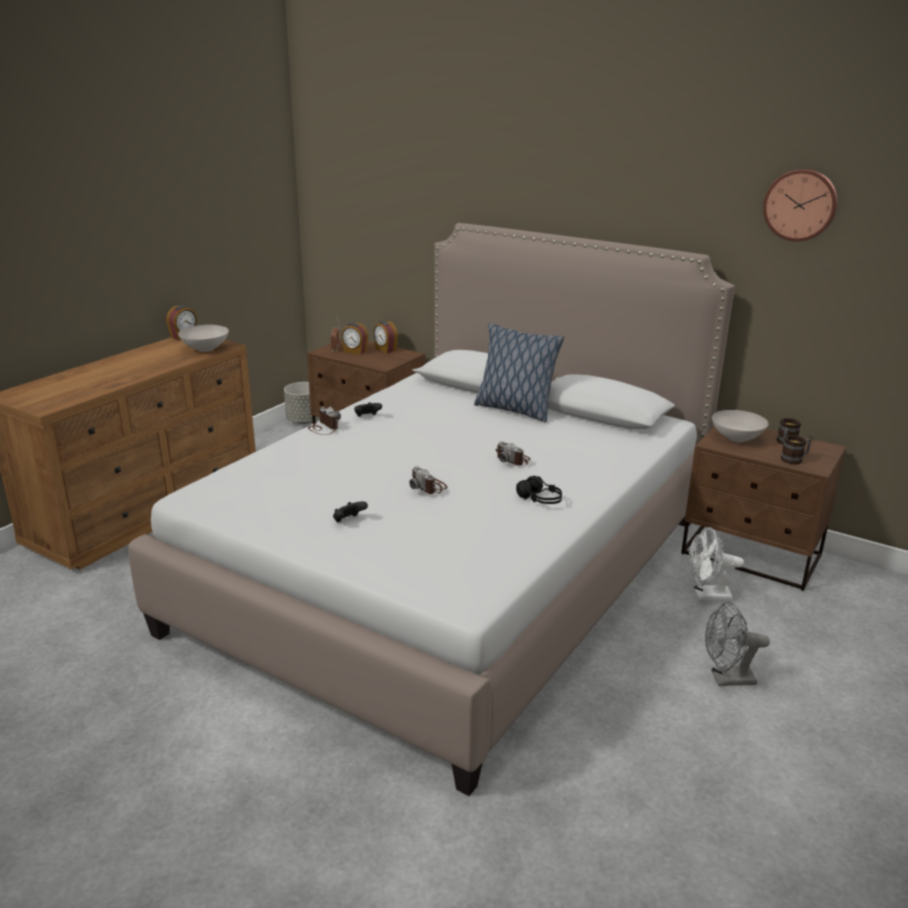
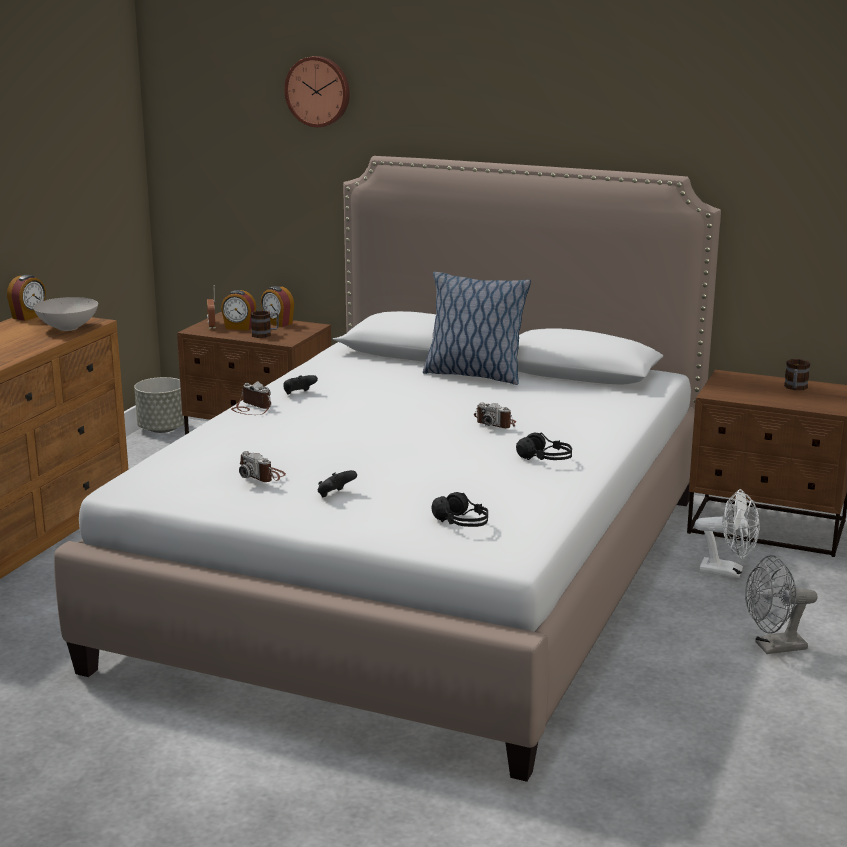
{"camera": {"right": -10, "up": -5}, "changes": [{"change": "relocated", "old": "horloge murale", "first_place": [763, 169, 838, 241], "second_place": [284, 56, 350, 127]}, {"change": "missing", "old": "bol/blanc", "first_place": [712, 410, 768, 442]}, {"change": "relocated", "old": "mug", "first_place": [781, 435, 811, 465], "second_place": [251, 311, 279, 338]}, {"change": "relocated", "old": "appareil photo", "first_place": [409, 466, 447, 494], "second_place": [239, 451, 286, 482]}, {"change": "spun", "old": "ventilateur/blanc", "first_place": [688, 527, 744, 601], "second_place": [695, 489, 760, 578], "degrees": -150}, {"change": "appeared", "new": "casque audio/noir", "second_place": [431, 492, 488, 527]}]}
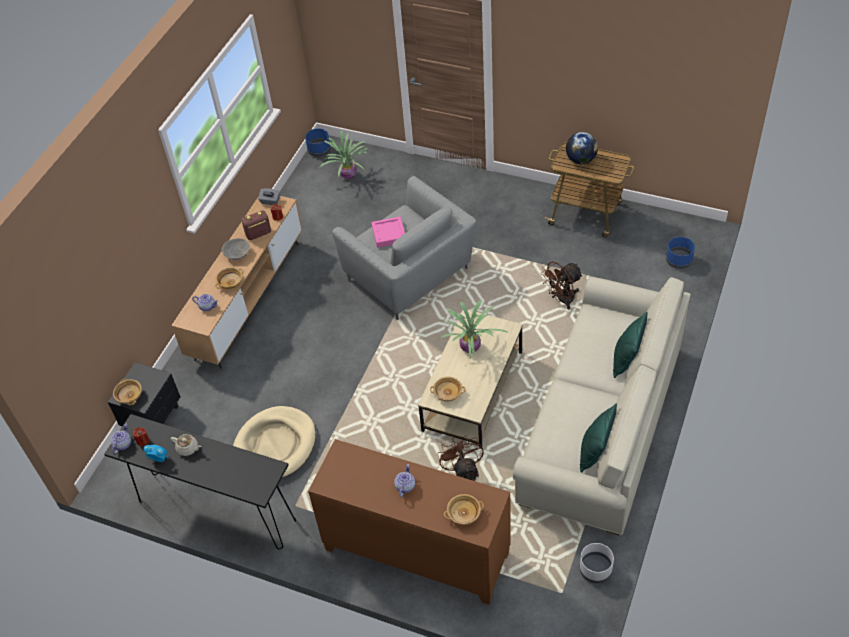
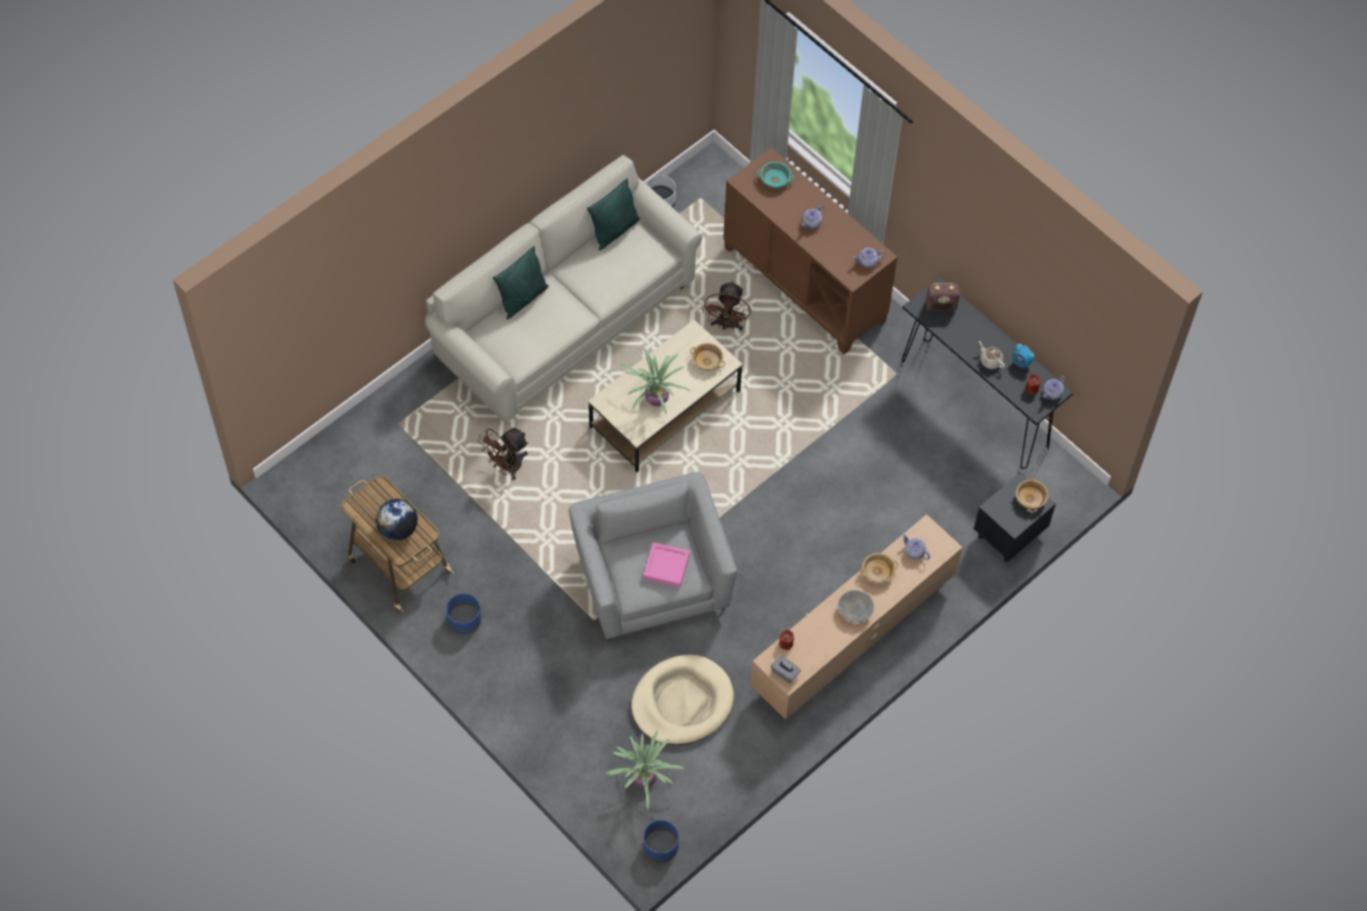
{"camera": {"right": -160, "up": 10}, "changes": [{"change": "relocated", "old": "radio", "first_place": [242, 210, 271, 240], "second_place": [926, 283, 960, 310]}, {"change": "relocated", "old": "cache-pot/bleu", "first_place": [666, 237, 695, 269], "second_place": [446, 593, 481, 634]}, {"change": "spun", "old": "ventilateur/marron", "first_place": [541, 261, 583, 309], "second_place": [478, 428, 529, 480], "degrees": 150}, {"change": "relocated", "old": "panier pour chien/beige", "first_place": [233, 406, 316, 478], "second_place": [631, 655, 734, 745]}, {"change": "colour", "old": "bol/beige", "new": "bol/turquoise", "first_place": [444, 494, 484, 525], "second_place": [757, 162, 795, 188]}, {"change": "appeared", "new": "théière", "second_place": [853, 248, 885, 268]}]}
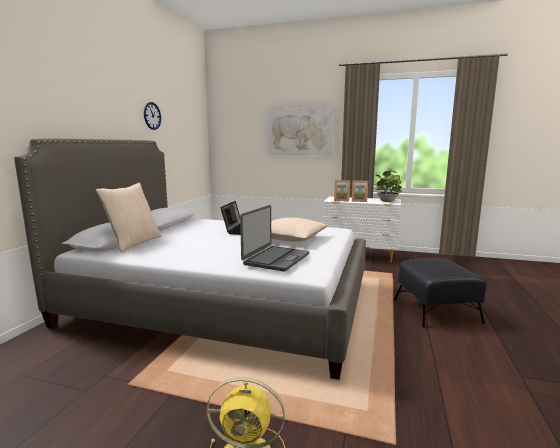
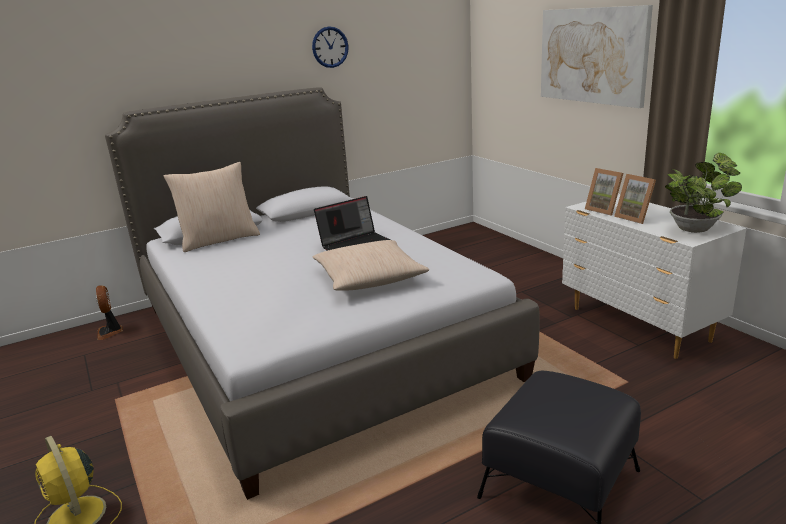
{"camera": {"right": 45, "up": 10}, "changes": [{"change": "missing", "old": "ordinateur portable", "first_place": [240, 205, 309, 272]}, {"change": "appeared", "new": "ventilateur", "second_place": [96, 285, 123, 340]}]}
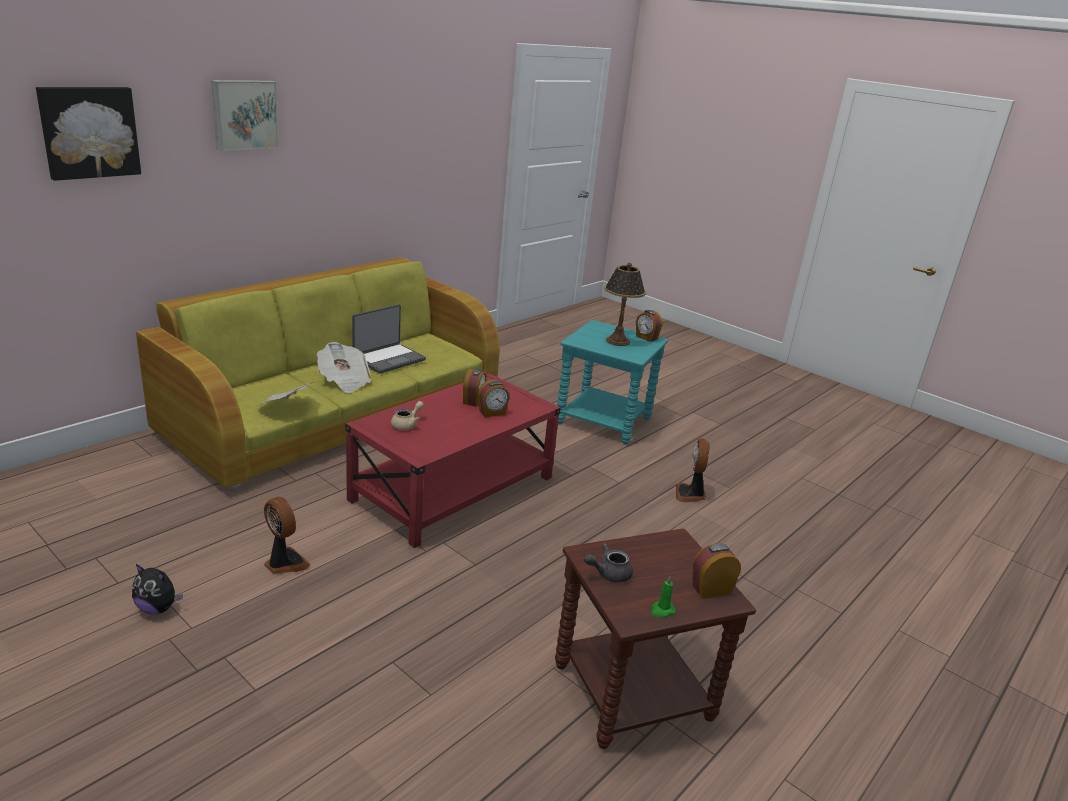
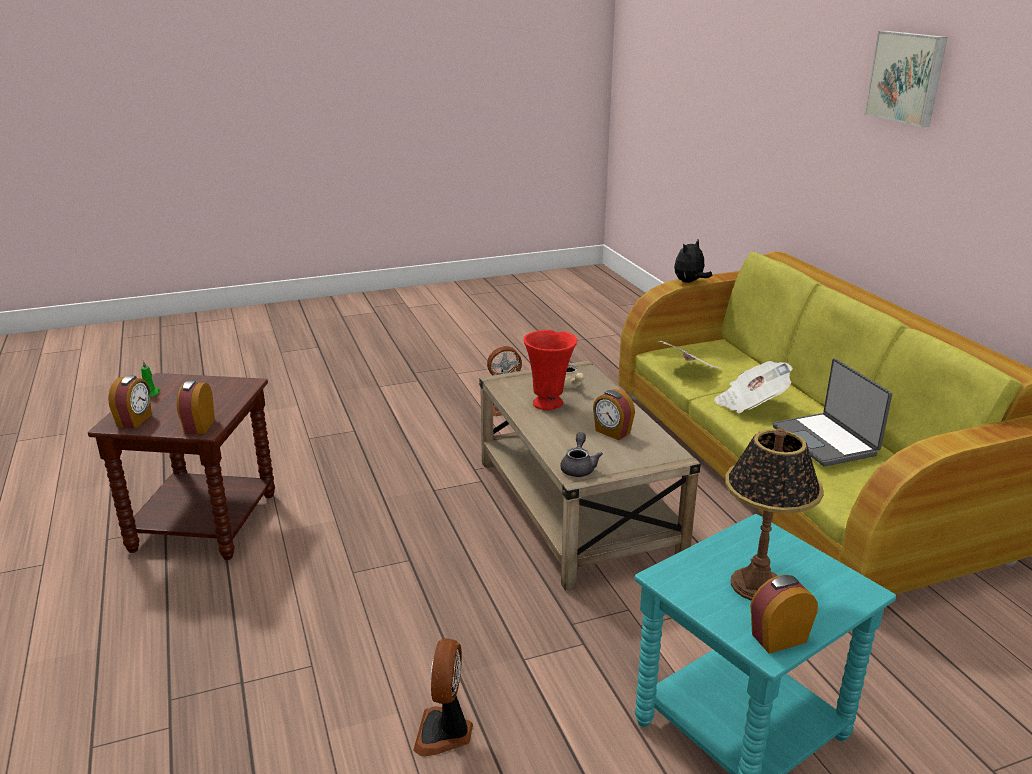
{"camera": {"right": 120, "up": 0}, "changes": [{"change": "missing", "old": "tableau", "first_place": [36, 87, 141, 181]}, {"change": "colour", "old": "table basse/rouge", "new": "table basse/beige", "first_place": [345, 373, 560, 548], "second_place": [479, 361, 701, 590]}, {"change": "relocated", "old": "réveil", "first_place": [478, 379, 510, 417], "second_place": [177, 380, 215, 434]}, {"change": "spun", "old": "ventilateur", "first_place": [676, 439, 710, 502], "second_place": [413, 638, 473, 757], "degrees": -120}, {"change": "relocated", "old": "théière/gris", "first_place": [584, 543, 633, 583], "second_place": [560, 432, 603, 477]}, {"change": "relocated", "old": "peluche", "first_place": [132, 564, 183, 614], "second_place": [674, 239, 712, 283]}, {"change": "appeared", "new": "vase/rouge", "second_place": [524, 330, 577, 410]}]}
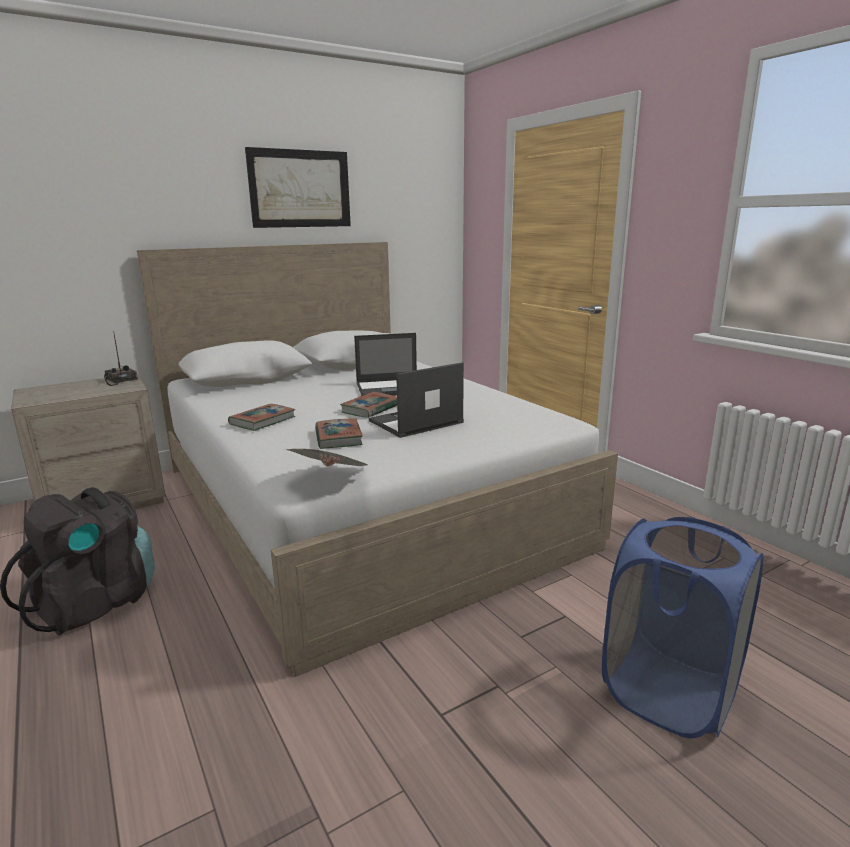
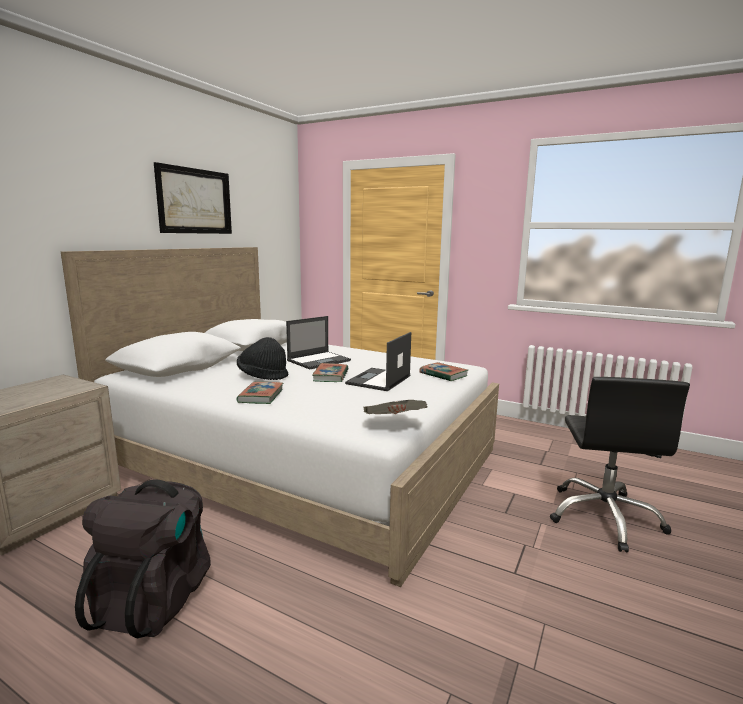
{"camera": {"right": -30, "up": -5}, "changes": [{"change": "missing", "old": "radio", "first_place": [104, 331, 138, 386]}, {"change": "relocated", "old": "livre", "first_place": [315, 418, 363, 449], "second_place": [419, 362, 468, 381]}, {"change": "exchanged", "old": "panier à linge/bleu", "new": "chaise de bureau/noir", "first_place": [602, 517, 764, 739], "second_place": [550, 377, 690, 552]}, {"change": "appeared", "new": "chapeau/noir", "second_place": [237, 337, 288, 380]}]}
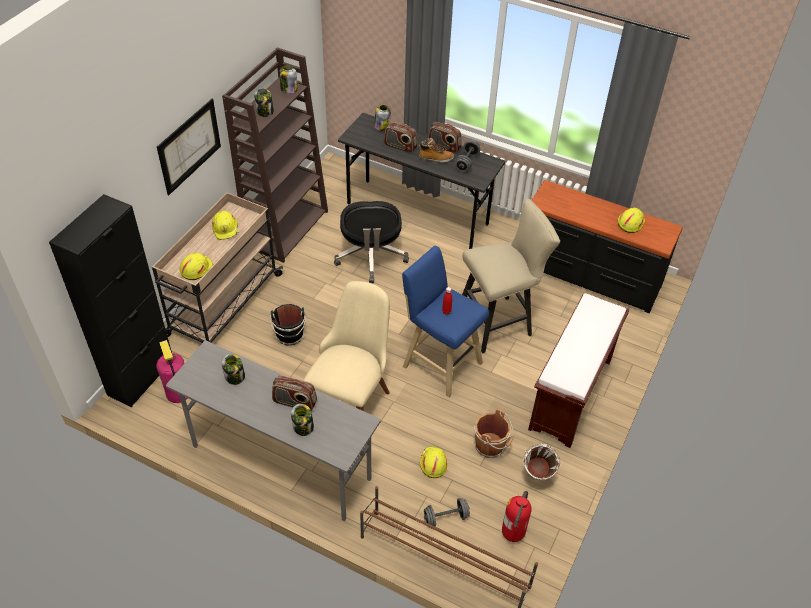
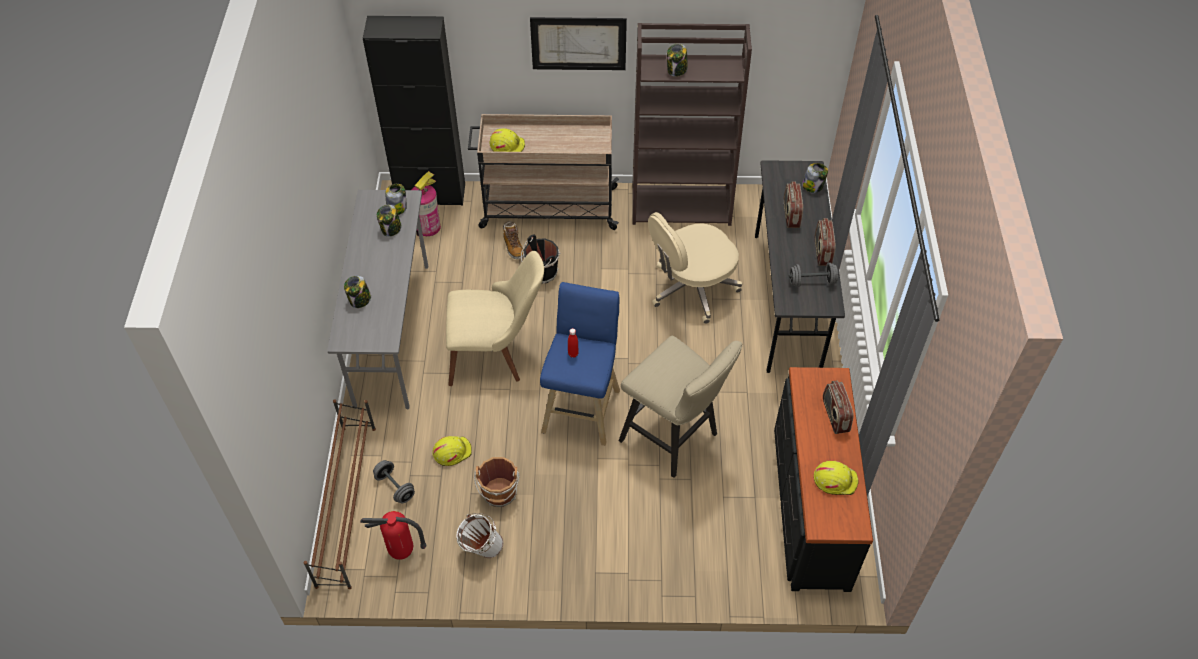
{"camera": {"right": 65, "up": 5}, "changes": [{"change": "relocated", "old": "bocal", "first_place": [279, 65, 298, 94], "second_place": [385, 184, 407, 215]}, {"change": "relocated", "old": "botte", "first_place": [419, 138, 454, 163], "second_place": [503, 221, 524, 259]}, {"change": "colour", "old": "chaise de bureau/noir", "new": "chaise de bureau/beige", "first_place": [334, 201, 409, 283], "second_place": [648, 212, 742, 324]}, {"change": "missing", "old": "casque de chantier/jaune", "first_place": [212, 211, 239, 240]}, {"change": "missing", "old": "banc/marron", "first_place": [528, 293, 629, 448]}, {"change": "relocated", "old": "radio", "first_place": [272, 375, 317, 411], "second_place": [823, 380, 854, 434]}]}
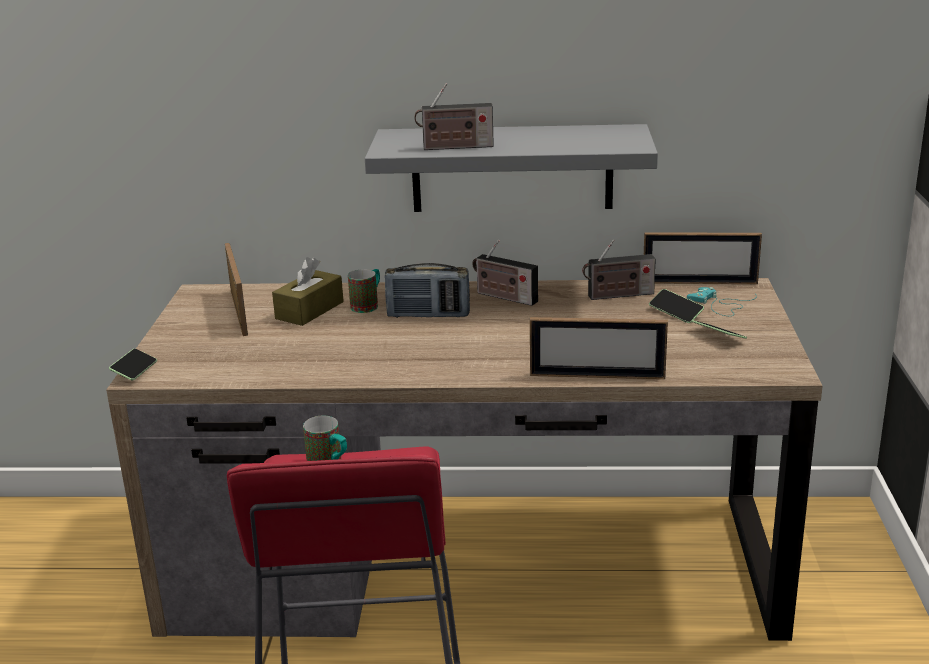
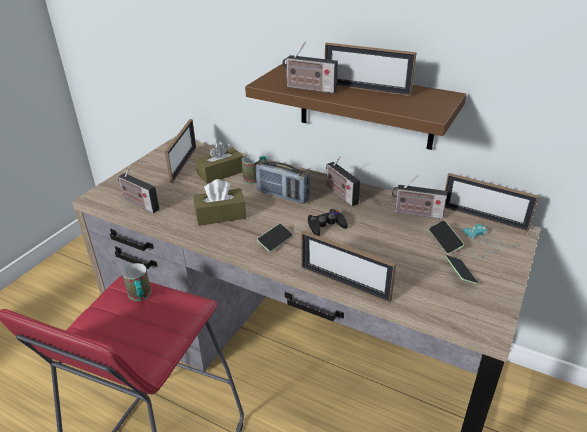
{"camera": {"right": 25, "up": 10}, "changes": [{"change": "colour", "old": "étagère/gris", "new": "étagère/marron", "first_place": [365, 124, 658, 212], "second_place": [245, 64, 466, 150]}, {"change": "relocated", "old": "téléphone", "first_place": [109, 349, 157, 380], "second_place": [257, 224, 293, 252]}, {"change": "appeared", "new": "cadre photo", "second_place": [325, 43, 417, 96]}, {"change": "appeared", "new": "radio", "second_place": [118, 166, 160, 213]}, {"change": "appeared", "new": "boîte à mouchoirs/marron", "second_place": [193, 179, 246, 226]}, {"change": "appeared", "new": "manette/noir", "second_place": [308, 209, 348, 236]}]}
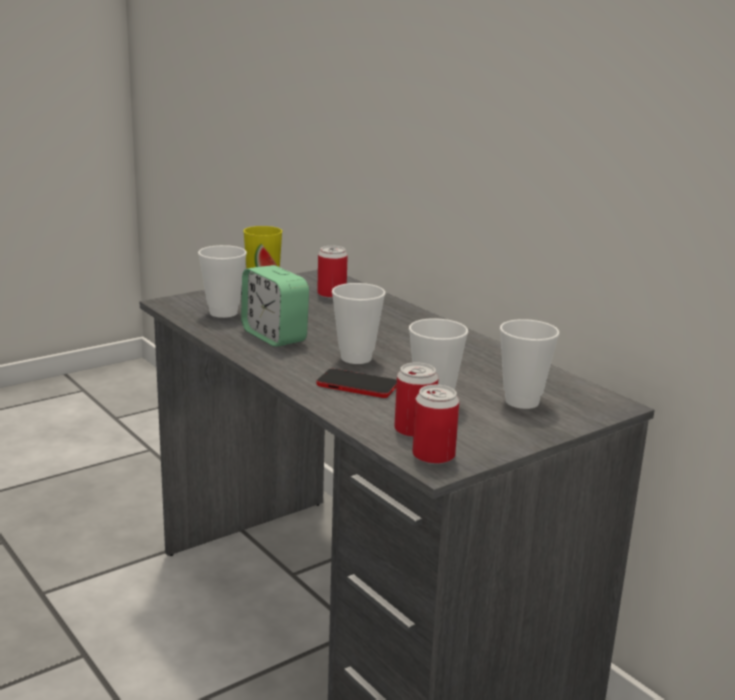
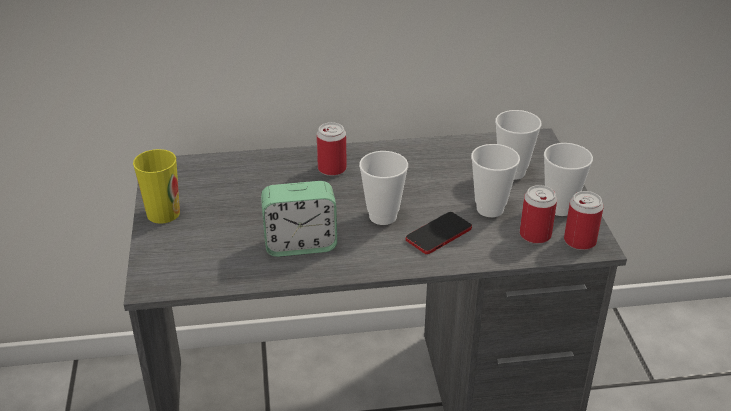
{"camera": {"right": -60, "up": 15}, "changes": [{"change": "relocated", "old": "tasse", "first_place": [198, 245, 247, 318], "second_place": [544, 143, 593, 216]}, {"change": "relocated", "old": "boîte métallique", "first_place": [317, 246, 348, 299], "second_place": [317, 122, 347, 176]}]}
